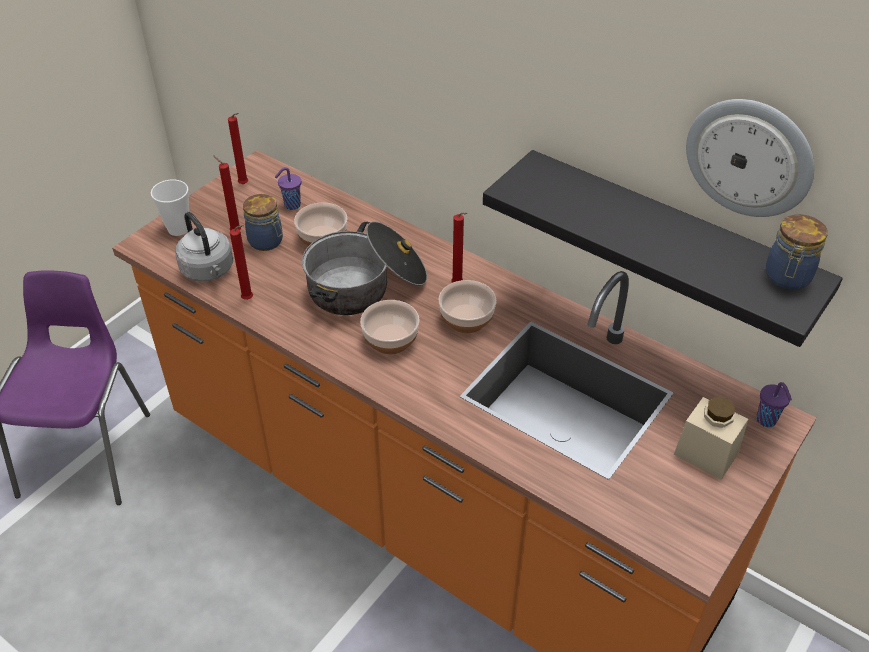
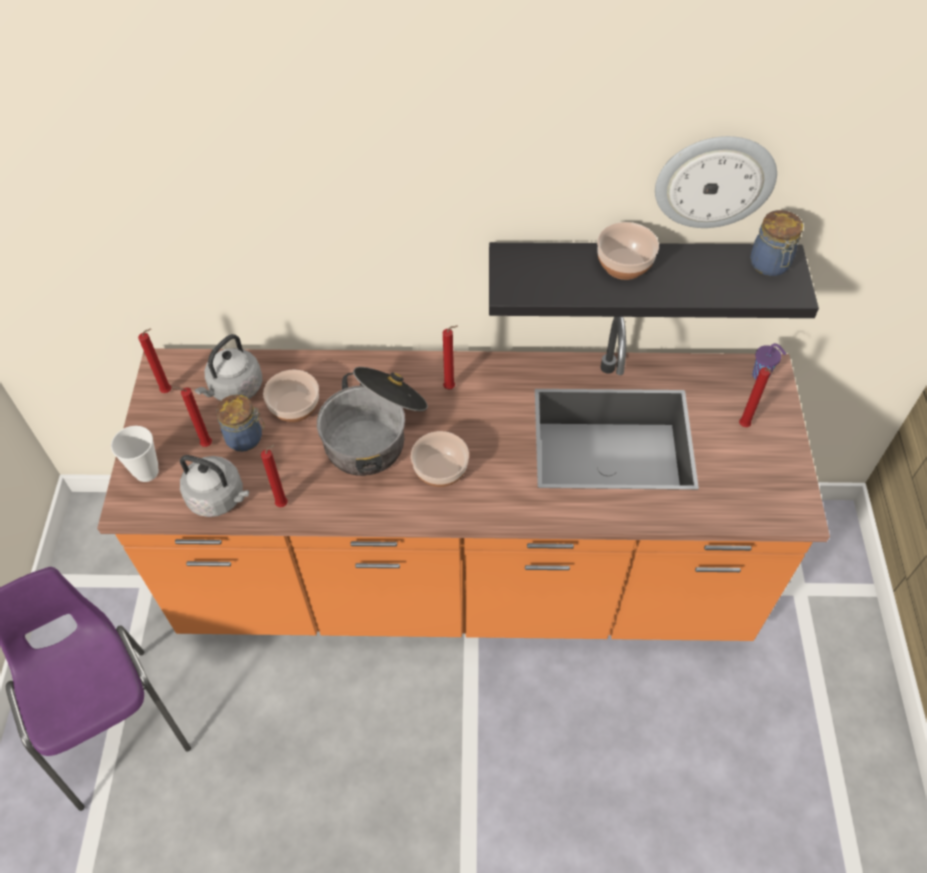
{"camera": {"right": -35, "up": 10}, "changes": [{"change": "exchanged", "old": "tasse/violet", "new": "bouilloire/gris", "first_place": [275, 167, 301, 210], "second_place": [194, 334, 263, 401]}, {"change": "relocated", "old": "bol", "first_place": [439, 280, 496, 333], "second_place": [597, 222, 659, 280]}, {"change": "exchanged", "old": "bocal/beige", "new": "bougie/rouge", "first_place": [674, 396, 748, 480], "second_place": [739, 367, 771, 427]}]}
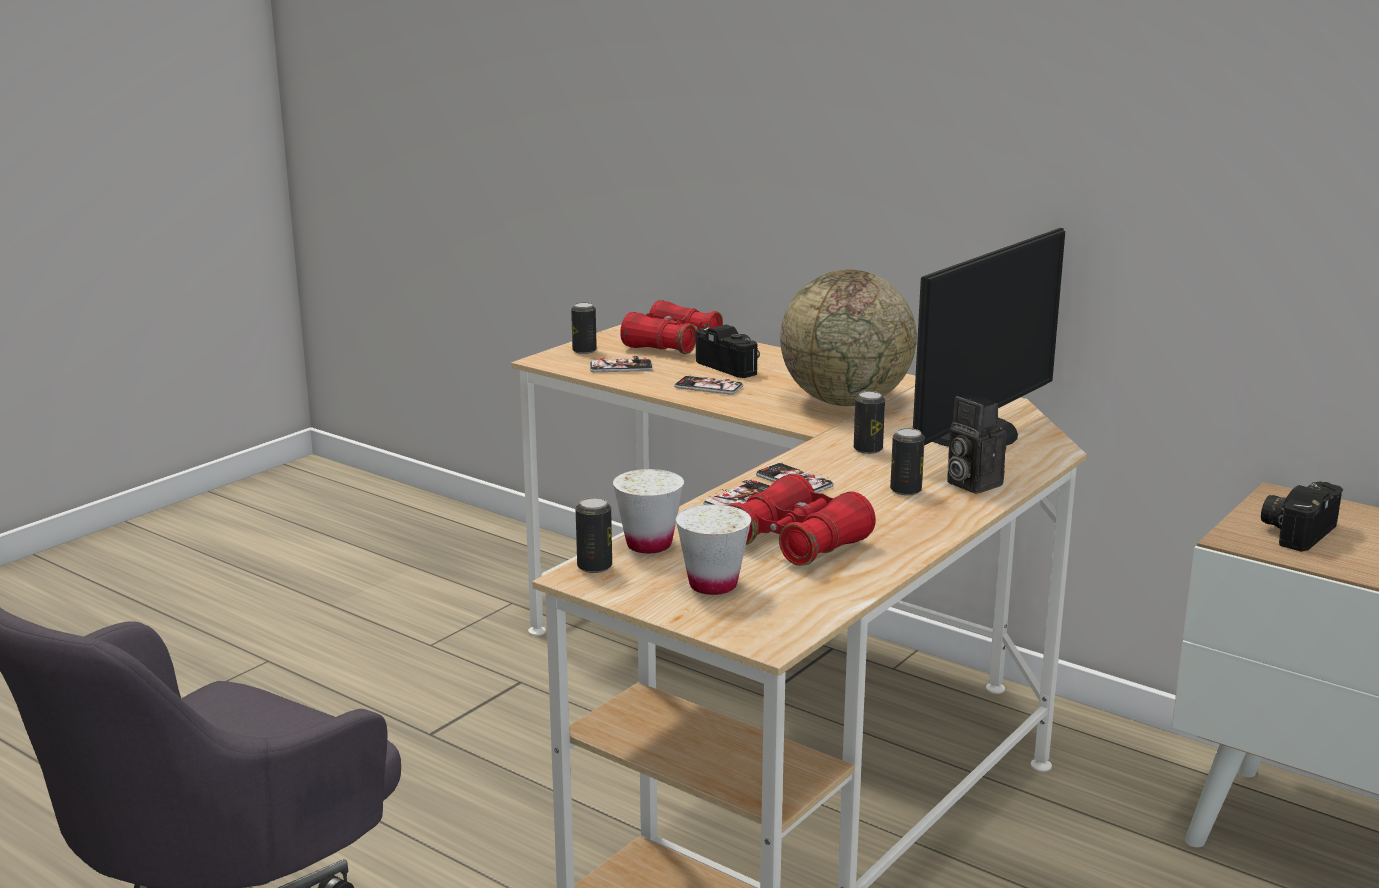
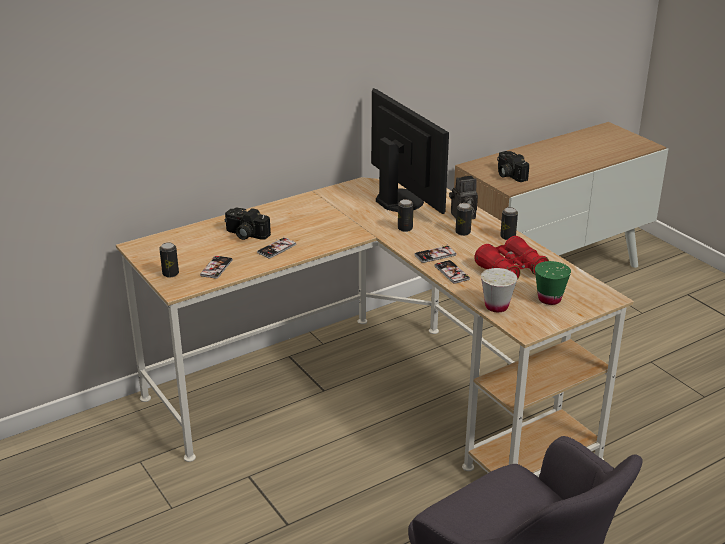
{"camera": {"right": -70, "up": 10}, "changes": [{"change": "missing", "old": "globe", "first_place": [780, 269, 917, 406]}, {"change": "missing", "old": "jumelles/rouge", "first_place": [620, 300, 723, 354]}, {"change": "spun", "old": "appareil photo", "first_place": [696, 324, 760, 378], "second_place": [225, 208, 271, 240], "degrees": -135}, {"change": "relocated", "old": "boîte métallique", "first_place": [575, 497, 612, 573], "second_place": [500, 207, 518, 240]}, {"change": "colour", "old": "tasse/blanc", "new": "tasse/vert", "first_place": [676, 504, 751, 595], "second_place": [535, 261, 571, 305]}]}
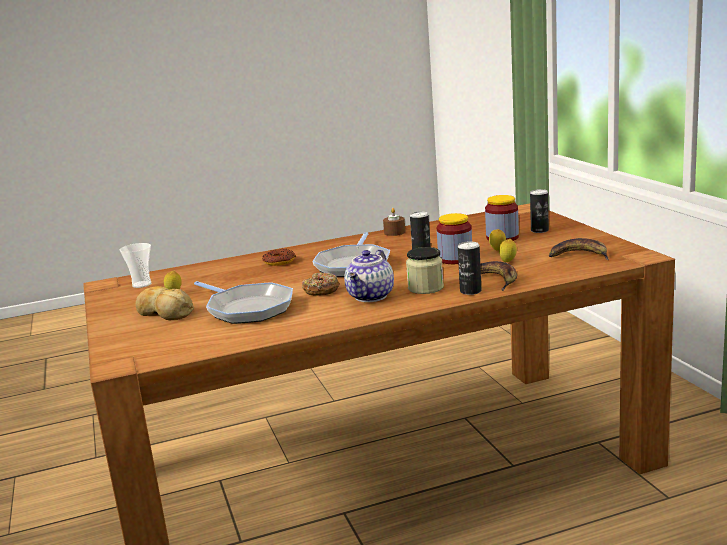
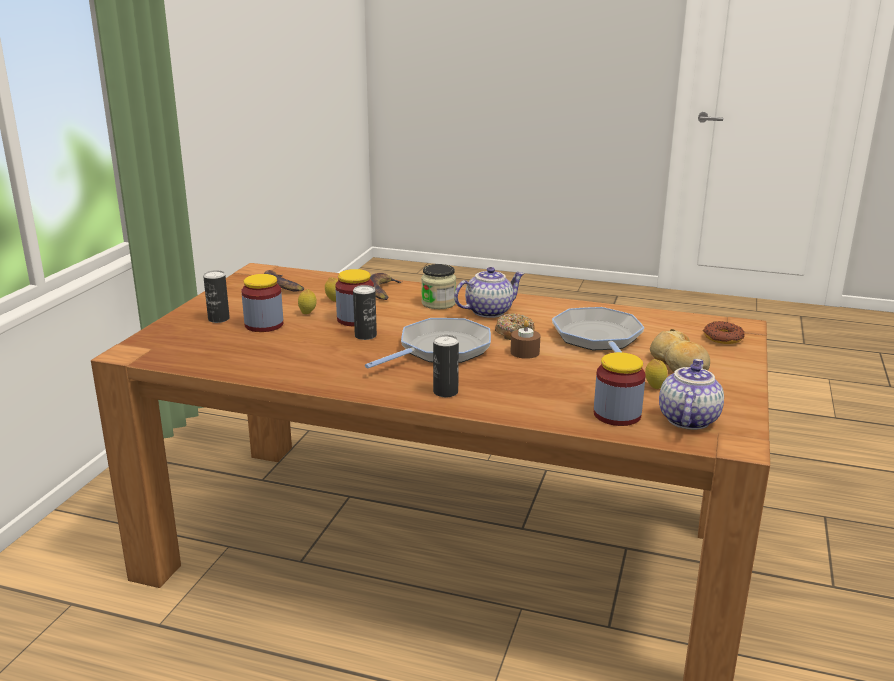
{"camera": {"right": -145, "up": 5}, "changes": [{"change": "relocated", "old": "bougie/marron", "first_place": [383, 208, 405, 236], "second_place": [511, 320, 540, 359]}, {"change": "relocated", "old": "boîte métallique", "first_place": [458, 241, 481, 295], "second_place": [433, 335, 459, 397]}, {"change": "exchanged", "old": "tasse", "new": "théière", "first_place": [120, 243, 151, 288], "second_place": [659, 359, 724, 430]}, {"change": "relocated", "old": "beignet", "first_place": [262, 249, 296, 266], "second_place": [703, 321, 745, 344]}, {"change": "appeared", "new": "bocal", "second_place": [594, 352, 646, 426]}]}
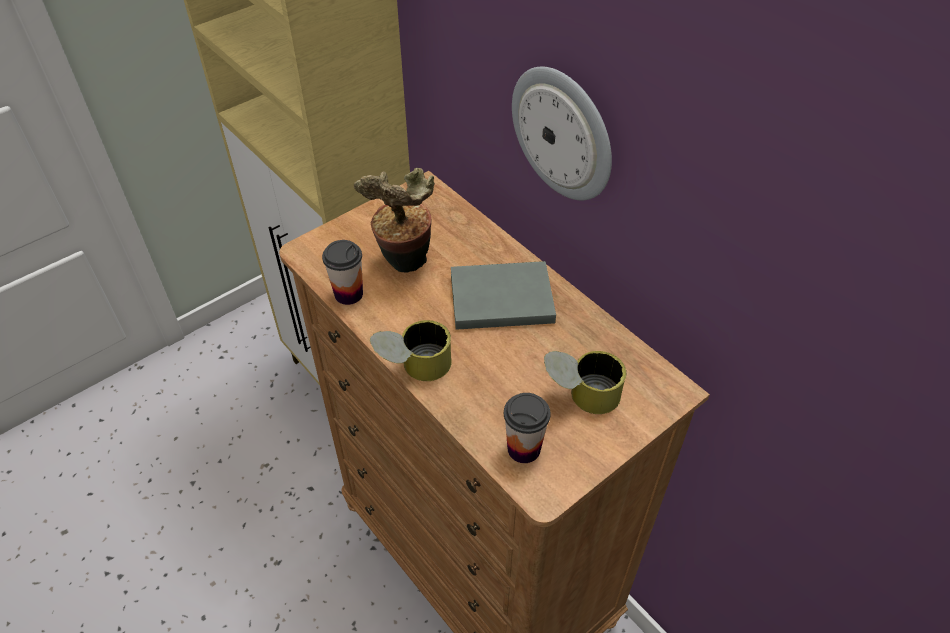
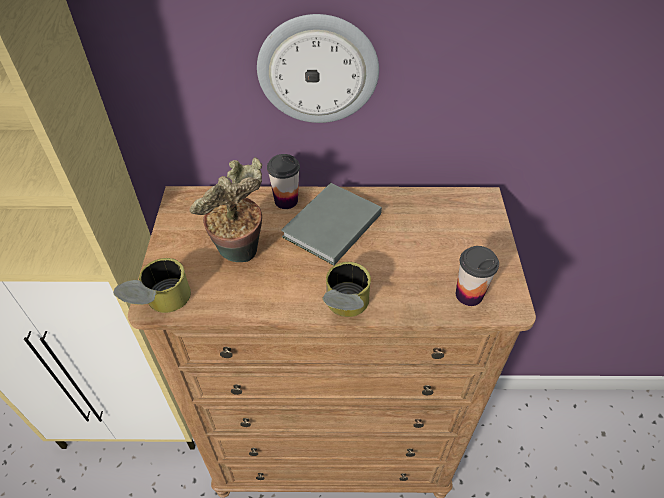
{"camera": {"right": -50, "up": 0}, "changes": [{"change": "relocated", "old": "tasse", "first_place": [322, 240, 363, 305], "second_place": [267, 154, 300, 209]}, {"change": "relocated", "old": "boîte métallique", "first_place": [544, 351, 626, 414], "second_place": [113, 258, 191, 313]}]}
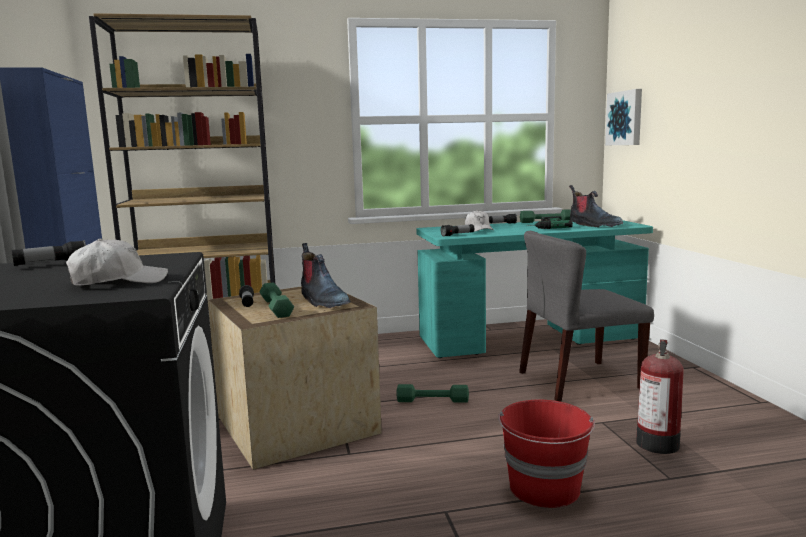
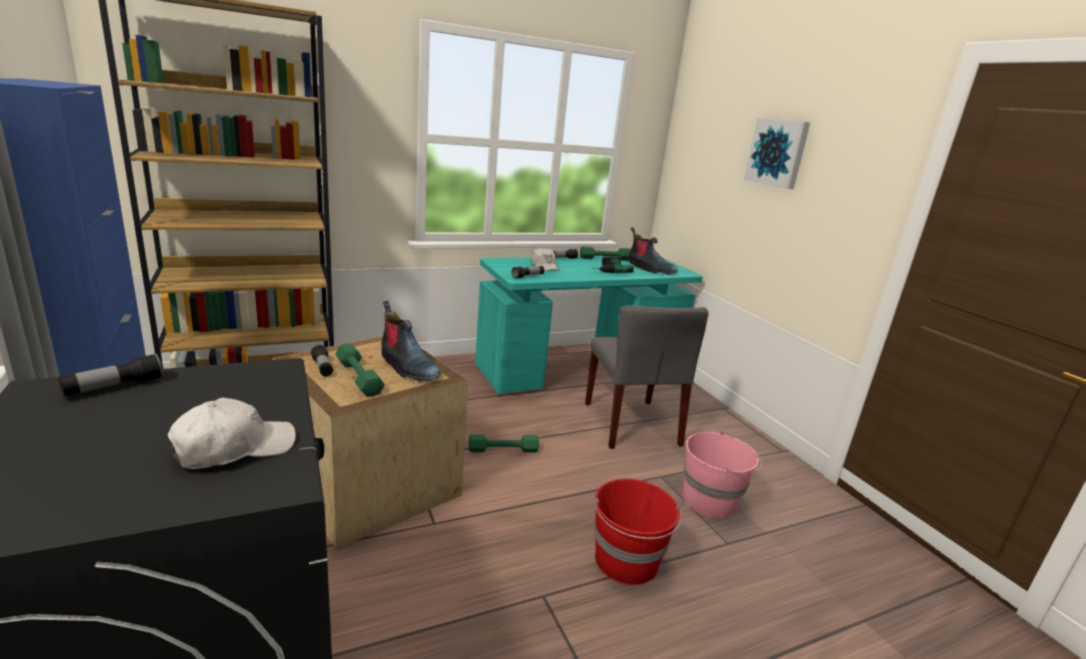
{"camera": {"right": -15, "up": 10}, "changes": [{"change": "relocated", "old": "tableau", "first_place": [605, 89, 642, 145], "second_place": [744, 118, 810, 189]}, {"change": "spun", "old": "chaise/gris", "first_place": [519, 231, 654, 402], "second_place": [585, 305, 709, 449], "degrees": -75}, {"change": "exchanged", "old": "extincteur", "new": "seau/rose", "first_place": [636, 339, 684, 454], "second_place": [683, 431, 762, 518]}]}
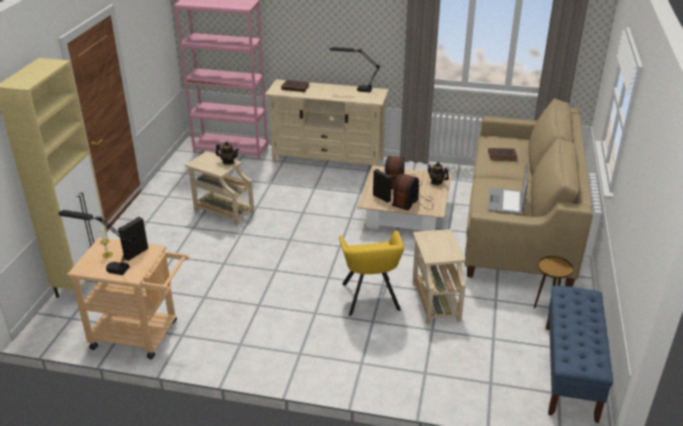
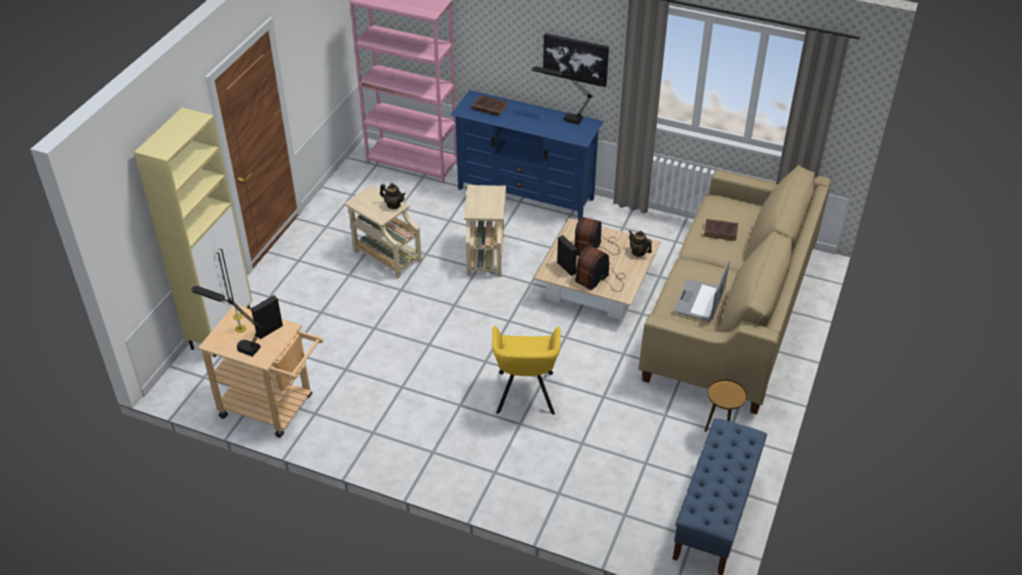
{"camera": {"right": 10, "up": 10}, "changes": [{"change": "colour", "old": "meuble télé/beige", "new": "meuble télé/bleu", "first_place": [265, 79, 389, 166], "second_place": [450, 90, 604, 220]}, {"change": "relocated", "old": "table d'appoint/beige", "first_place": [412, 229, 465, 324], "second_place": [464, 185, 506, 277]}, {"change": "appeared", "new": "tableau", "second_place": [543, 33, 609, 87]}]}
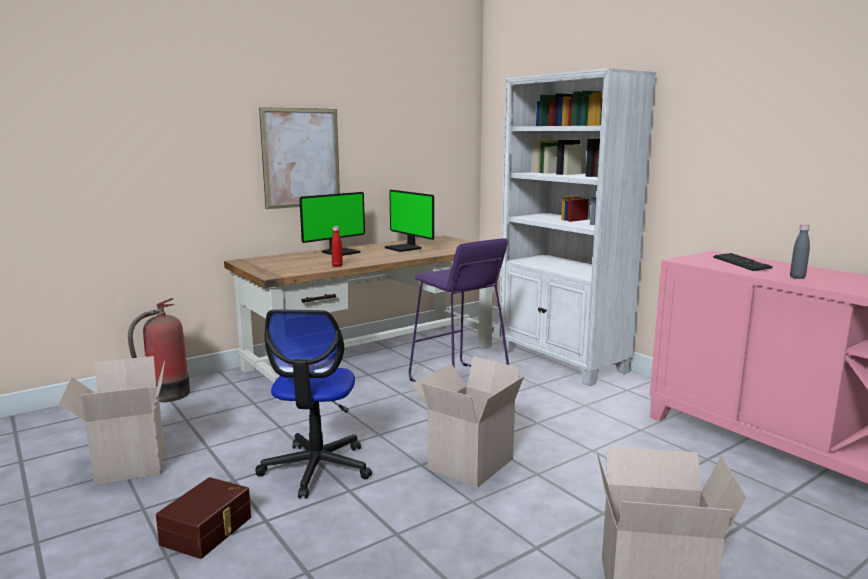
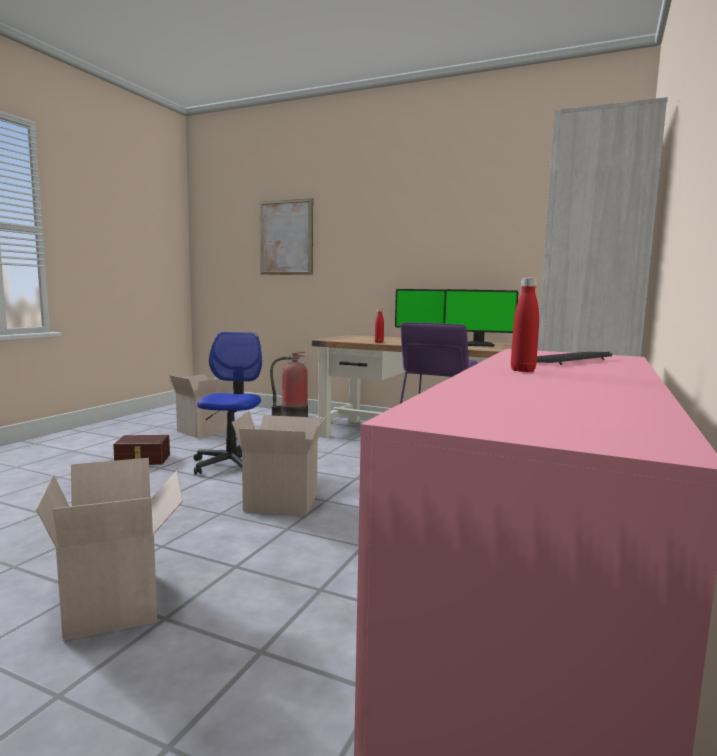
{"camera": {"right": 60, "up": -5}, "changes": [{"change": "relocated", "old": "tableau", "first_place": [259, 107, 340, 209], "second_place": [260, 198, 313, 275]}, {"change": "spun", "old": "écran d'ordinateur", "first_place": [384, 190, 434, 252], "second_place": [443, 289, 519, 347], "degrees": -105}, {"change": "colour", "old": "bouteille/gris", "new": "bouteille/rouge", "first_place": [790, 224, 810, 279], "second_place": [511, 278, 539, 372]}, {"change": "spun", "old": "chaise de bureau", "first_place": [255, 309, 372, 499], "second_place": [193, 332, 262, 475], "degrees": 120}]}
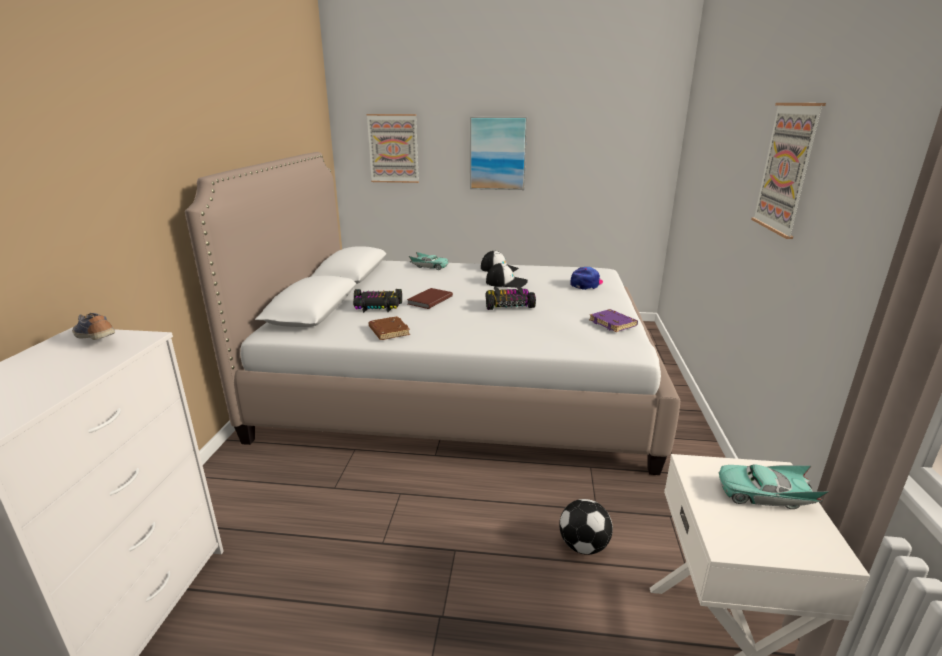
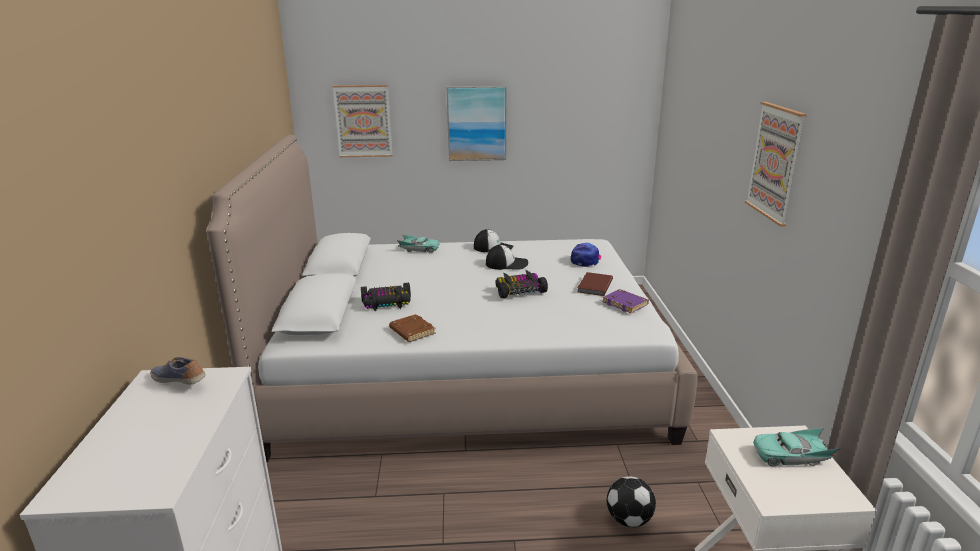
{"camera": {"right": -10, "up": 0}, "changes": [{"change": "relocated", "old": "livre/marron", "first_place": [407, 288, 453, 309], "second_place": [577, 272, 613, 296]}]}
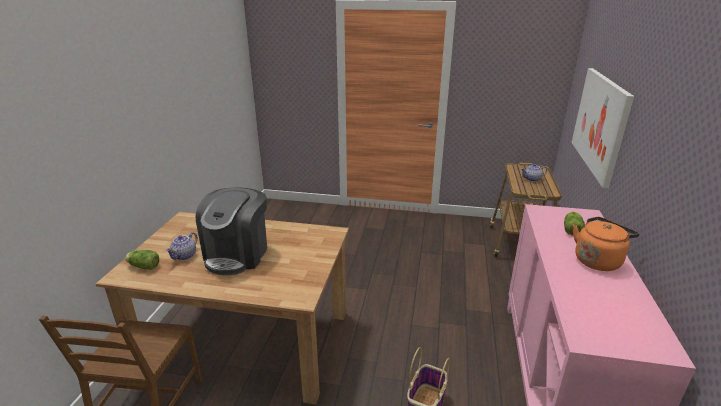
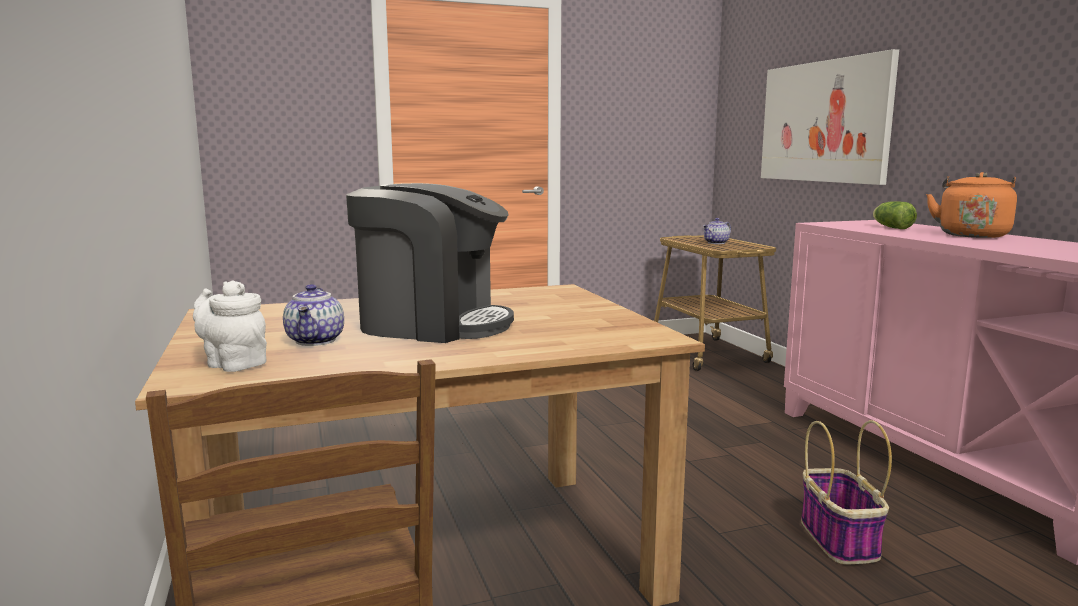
{"camera": {"right": -30, "up": -15}, "changes": [{"change": "spun", "old": "machine à café", "first_place": [196, 187, 267, 275], "second_place": [346, 183, 514, 343], "degrees": -60}, {"change": "exchanged", "old": "laitue", "new": "théière/blanc", "first_place": [125, 250, 159, 270], "second_place": [193, 280, 267, 372]}]}
